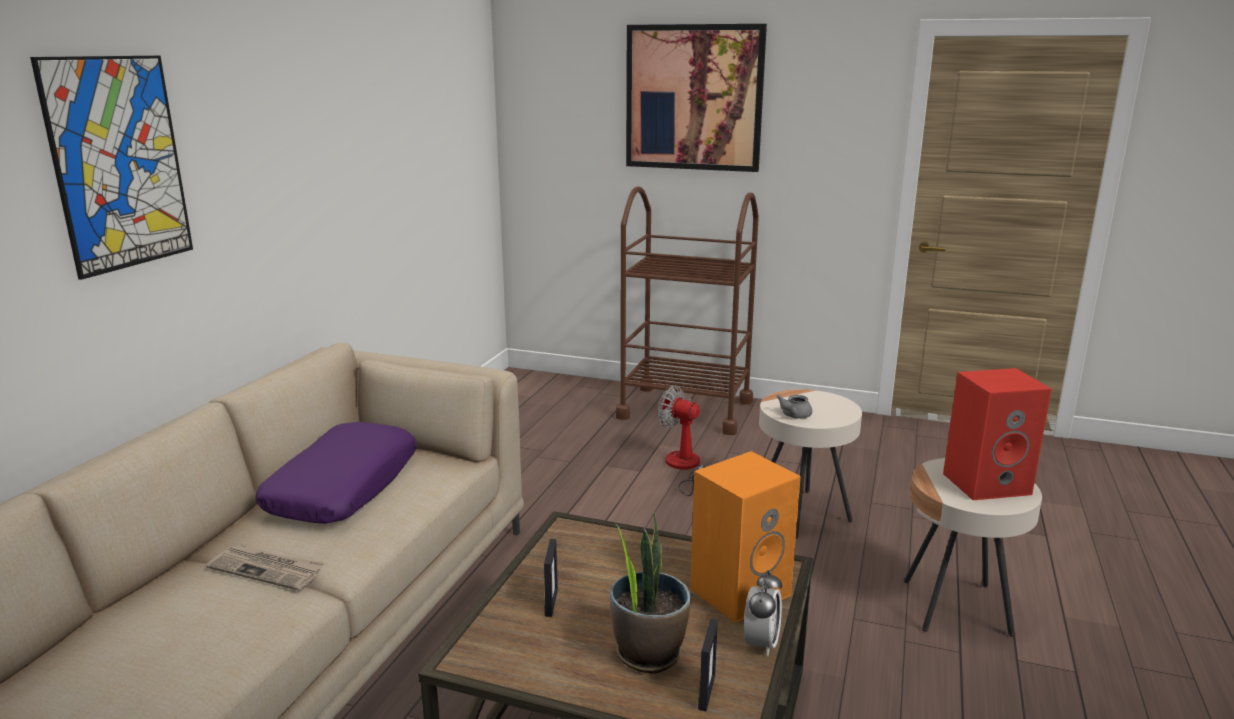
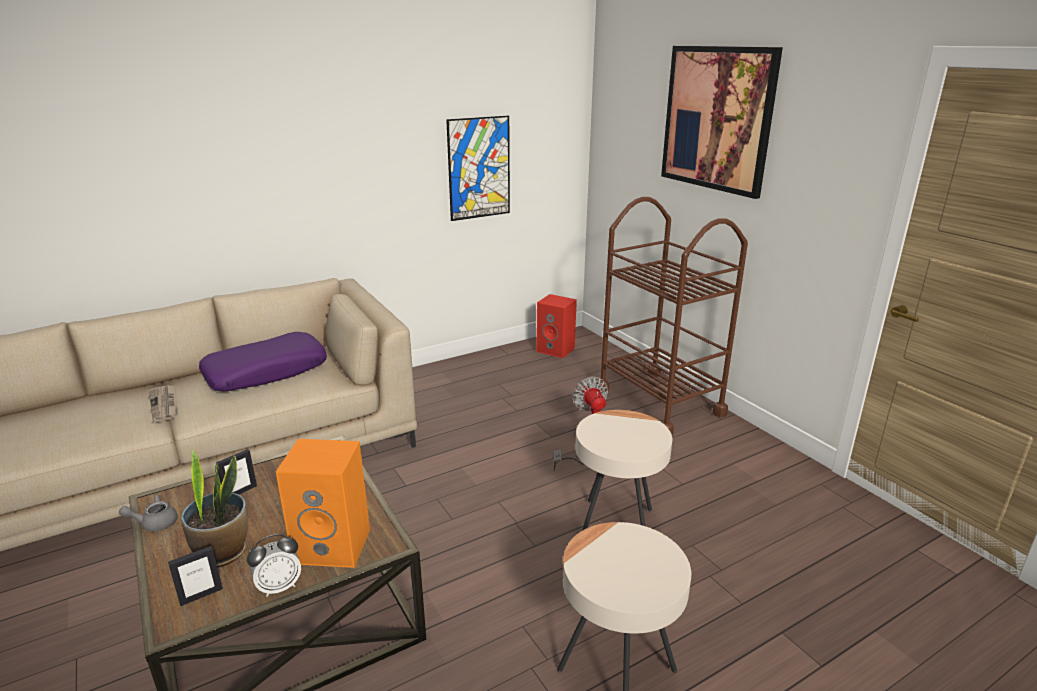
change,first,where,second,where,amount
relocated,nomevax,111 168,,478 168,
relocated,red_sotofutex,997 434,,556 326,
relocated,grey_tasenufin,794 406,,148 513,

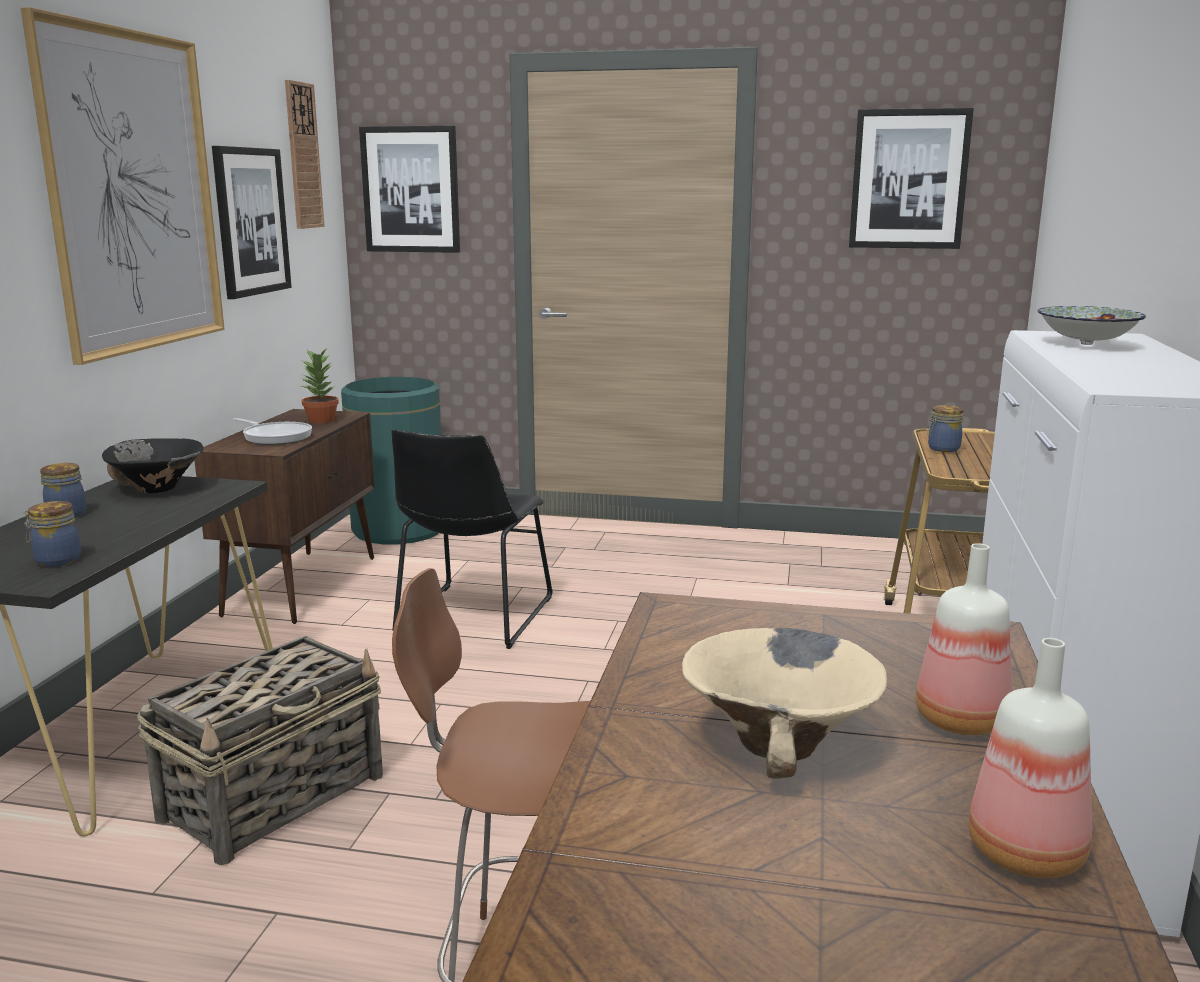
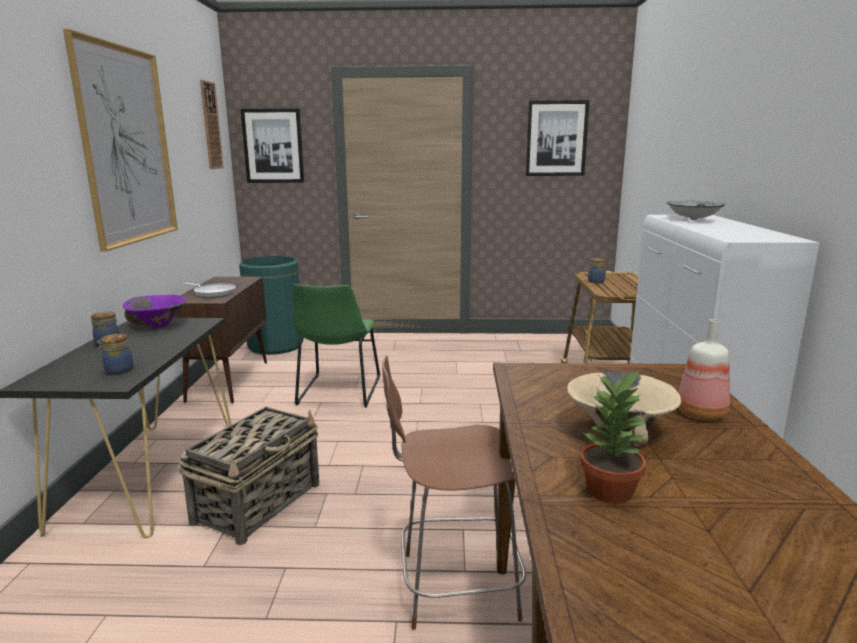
change,first,where,second,where,amount
missing,nomevax,252 222,,,
relocated,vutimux,320 386,,614 437,
colour,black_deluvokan,472 539,green_deluvokan,336 346,
colour,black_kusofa,152 465,purple_kusofa,154 311,
missing,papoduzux,1030 758,,,

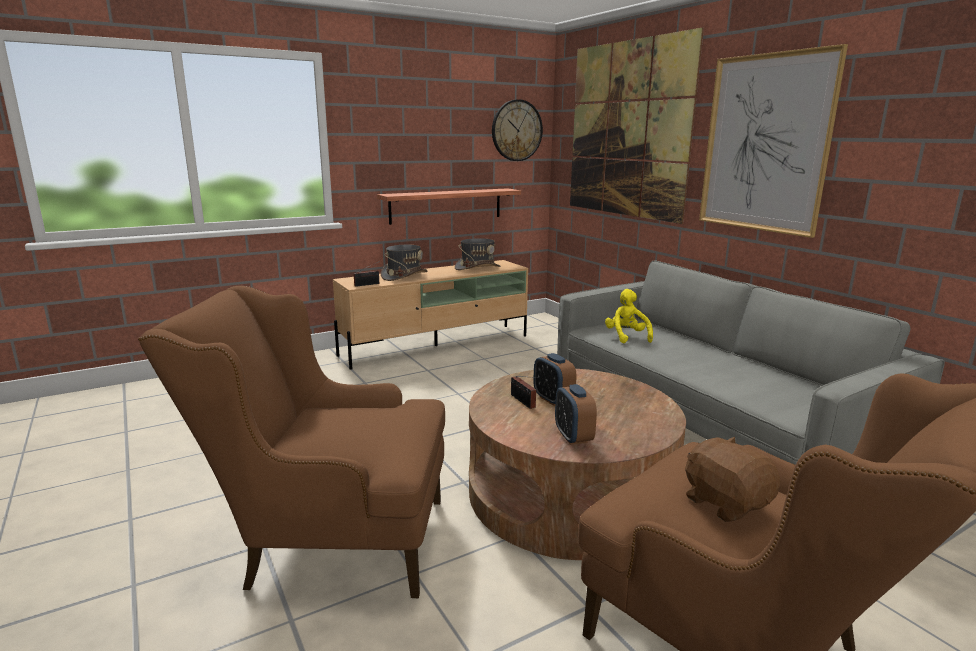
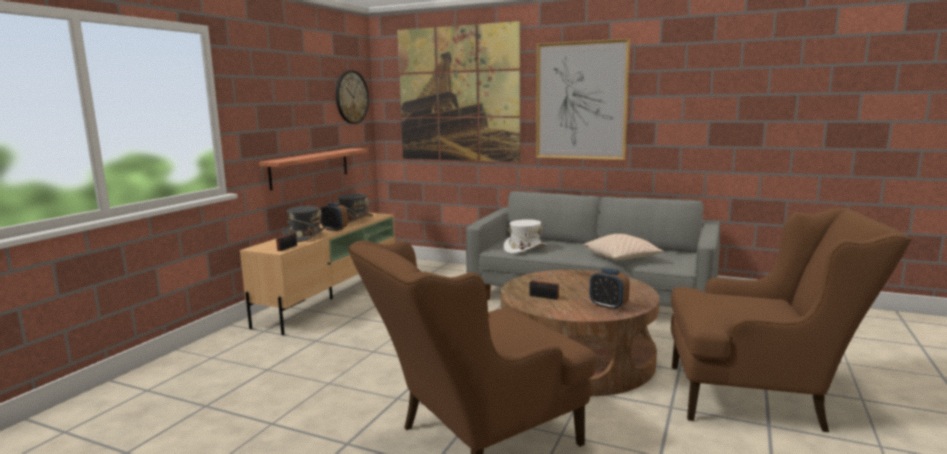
change,first,where,second,where,amount
exchanged,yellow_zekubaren,629 316,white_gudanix,525 236,
relocated,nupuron,555 379,,334 217,
missing,brown_zekubaren,732 479,,,
appeared,,,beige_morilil,623 247,

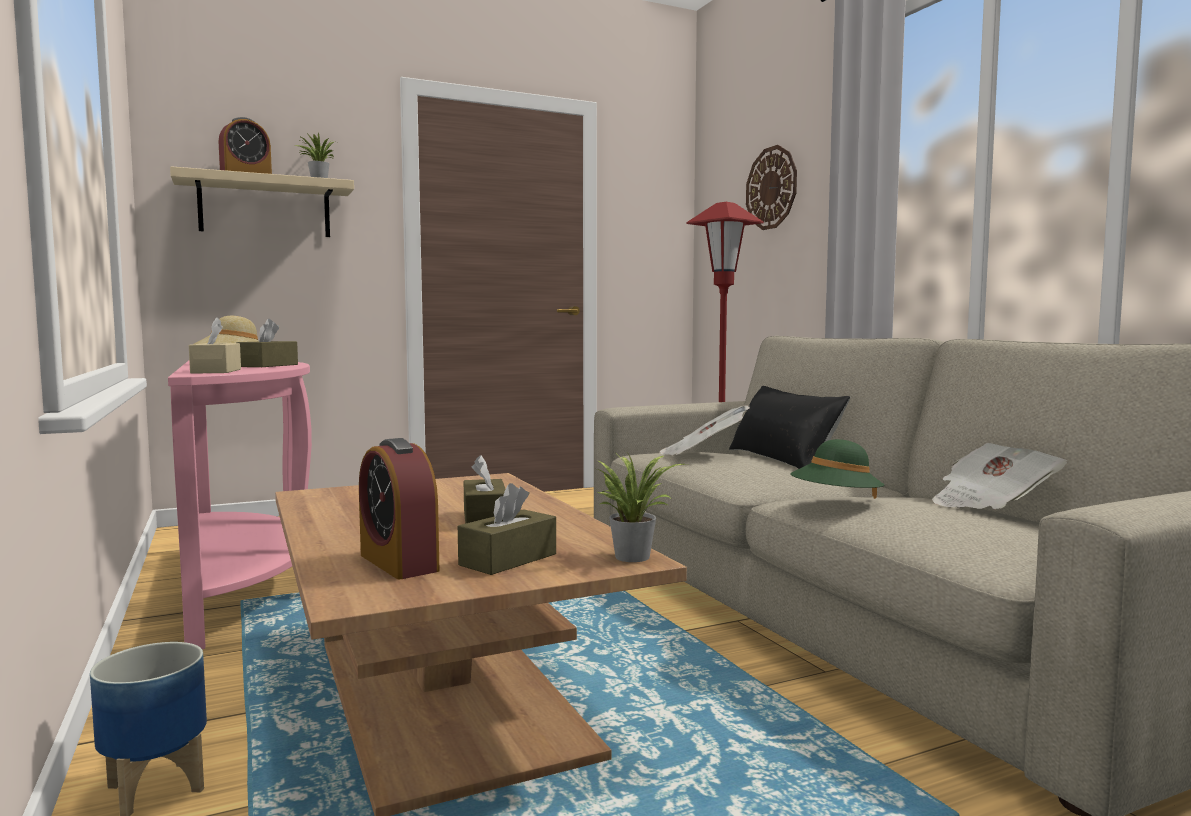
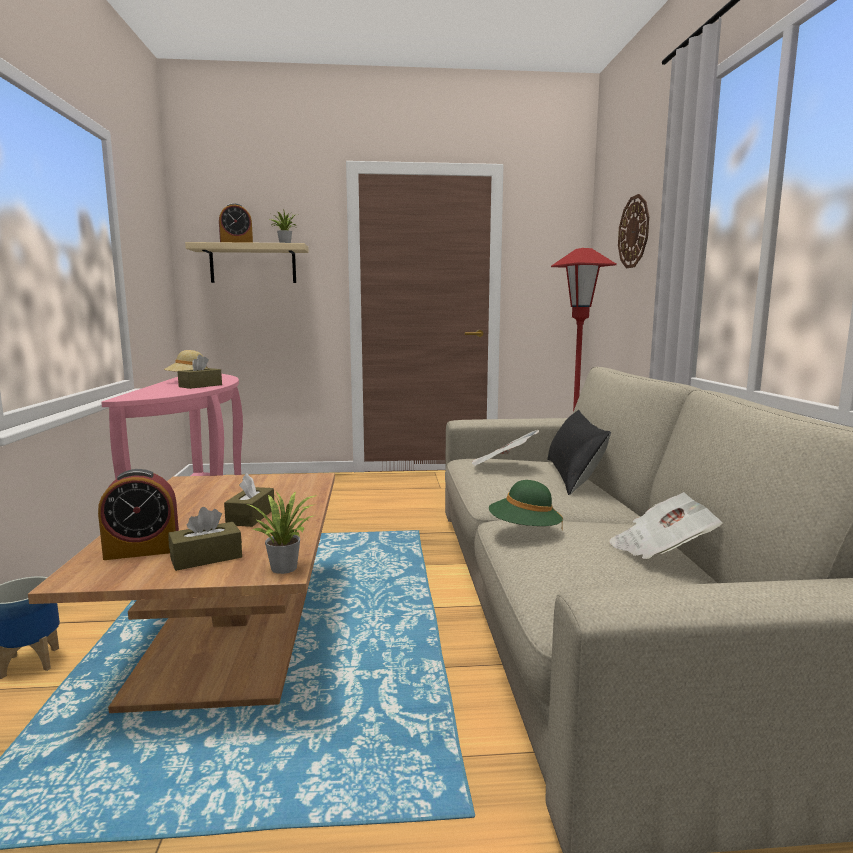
change,first,where,second,where,amount
missing,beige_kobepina,215 345,,,
spun,nupuron,399 508,,138 514,90 degrees counterclockwise

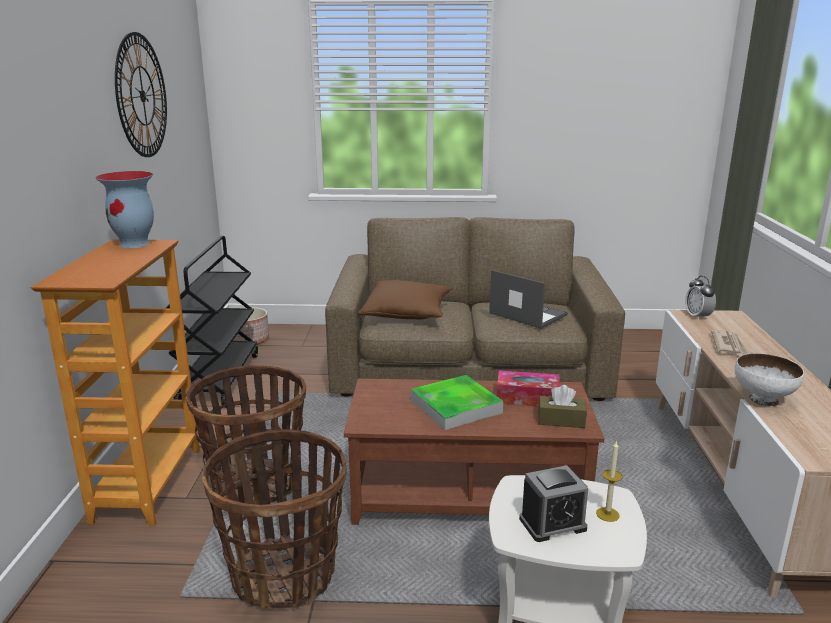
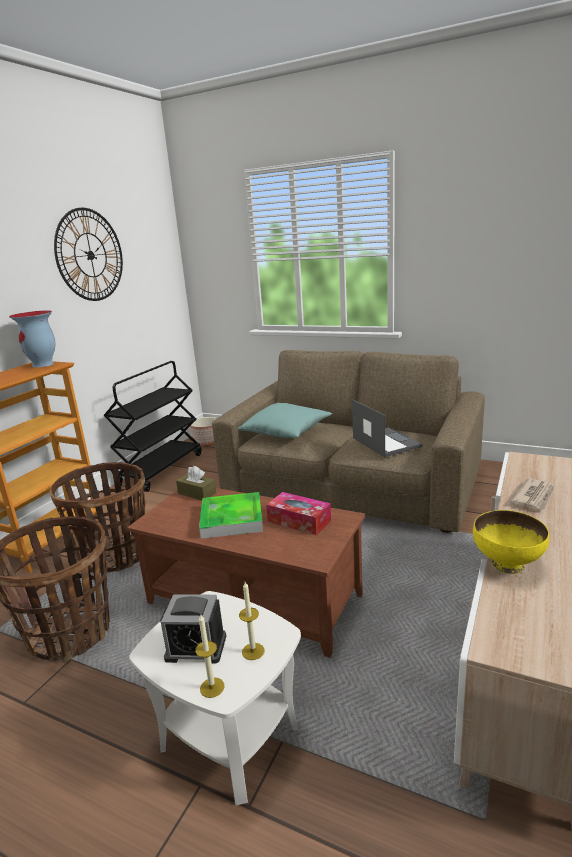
change,first,where,second,where,amount
missing,nupuron,700 298,,,
colour,brown_morilil,405 299,turquoise_morilil,285 420,
colour,white_kusofa,769 379,yellow_kusofa,511 542,
relocated,brown_kobepina,562 406,,196 483,
appeared,,,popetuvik,209 655,

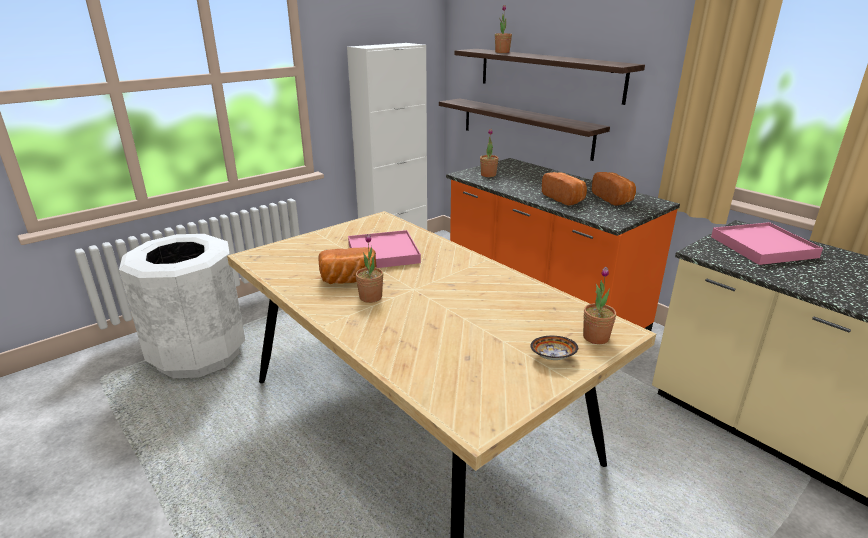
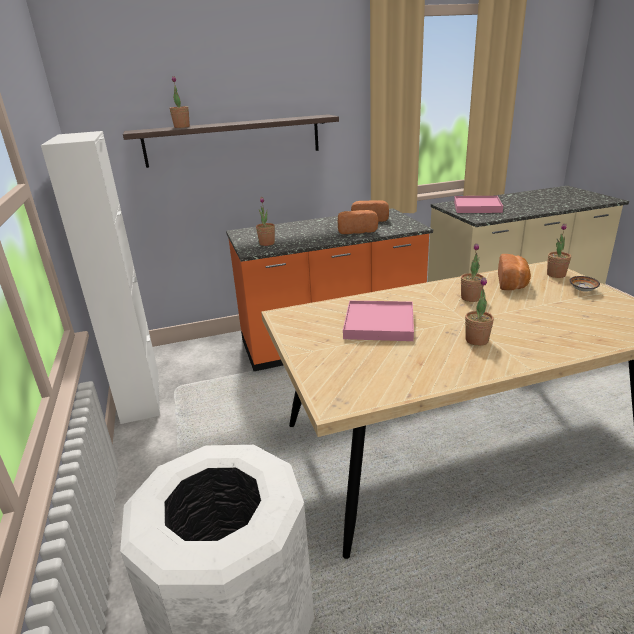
change,first,where,second,where,amount
missing,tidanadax,524 129,,,
relocated,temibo,347 265,,514 272,
appeared,,,vutimux,472 272,

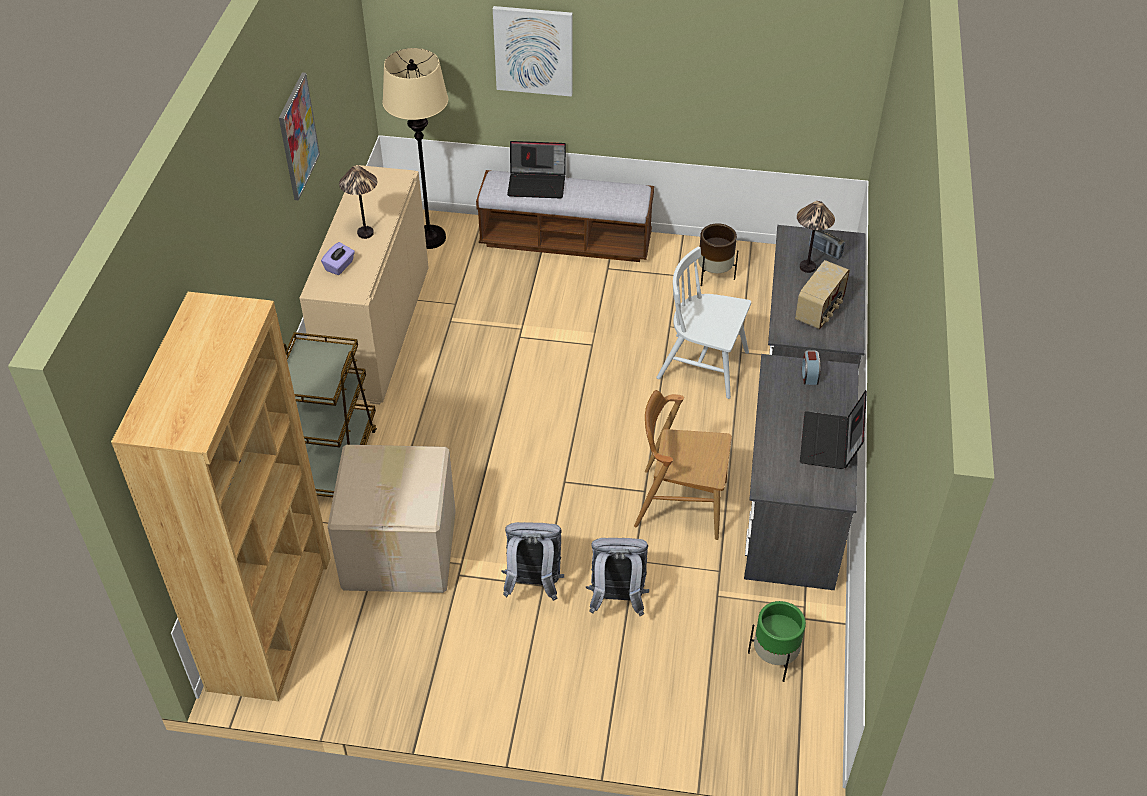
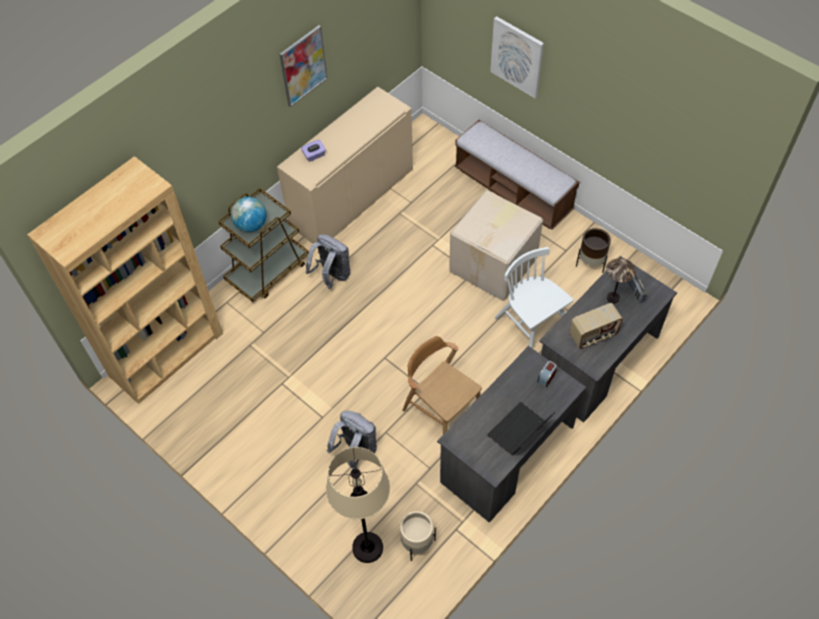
change,first,where,second,where,amount
relocated,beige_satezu,415 148,,358 505,
missing,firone,536 170,,,
missing,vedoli,358 202,,,
relocated,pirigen,392 519,,496 245,
relocated,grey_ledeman,533 561,,327 262,
colour,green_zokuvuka,777 641,beige_zokuvuka,418 536,
appeared,,,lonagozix,249 214,

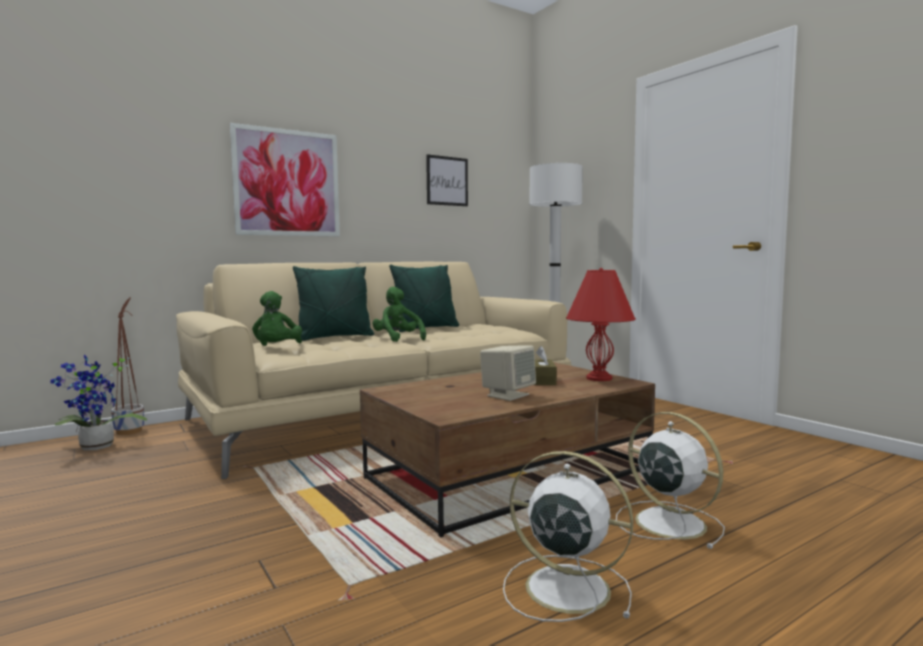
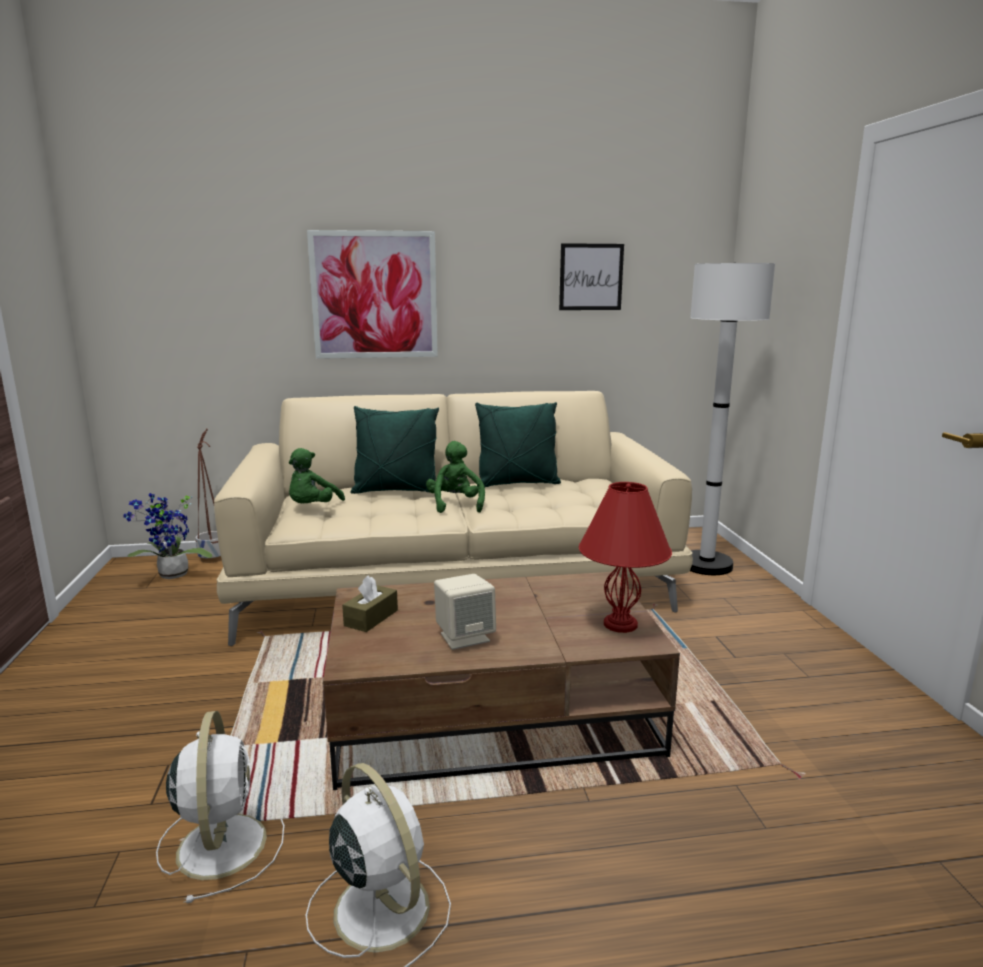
change,first,where,second,where,amount
relocated,brown_kobepina,546 365,,370 604,
relocated,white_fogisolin,670 480,,220 807,

